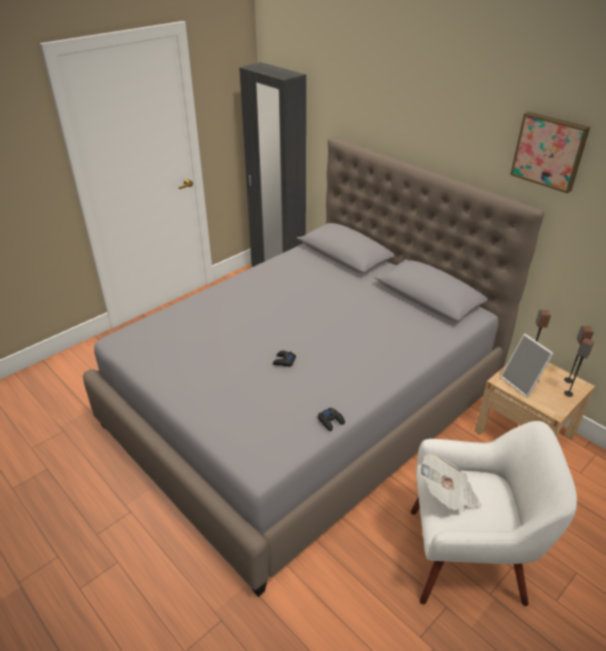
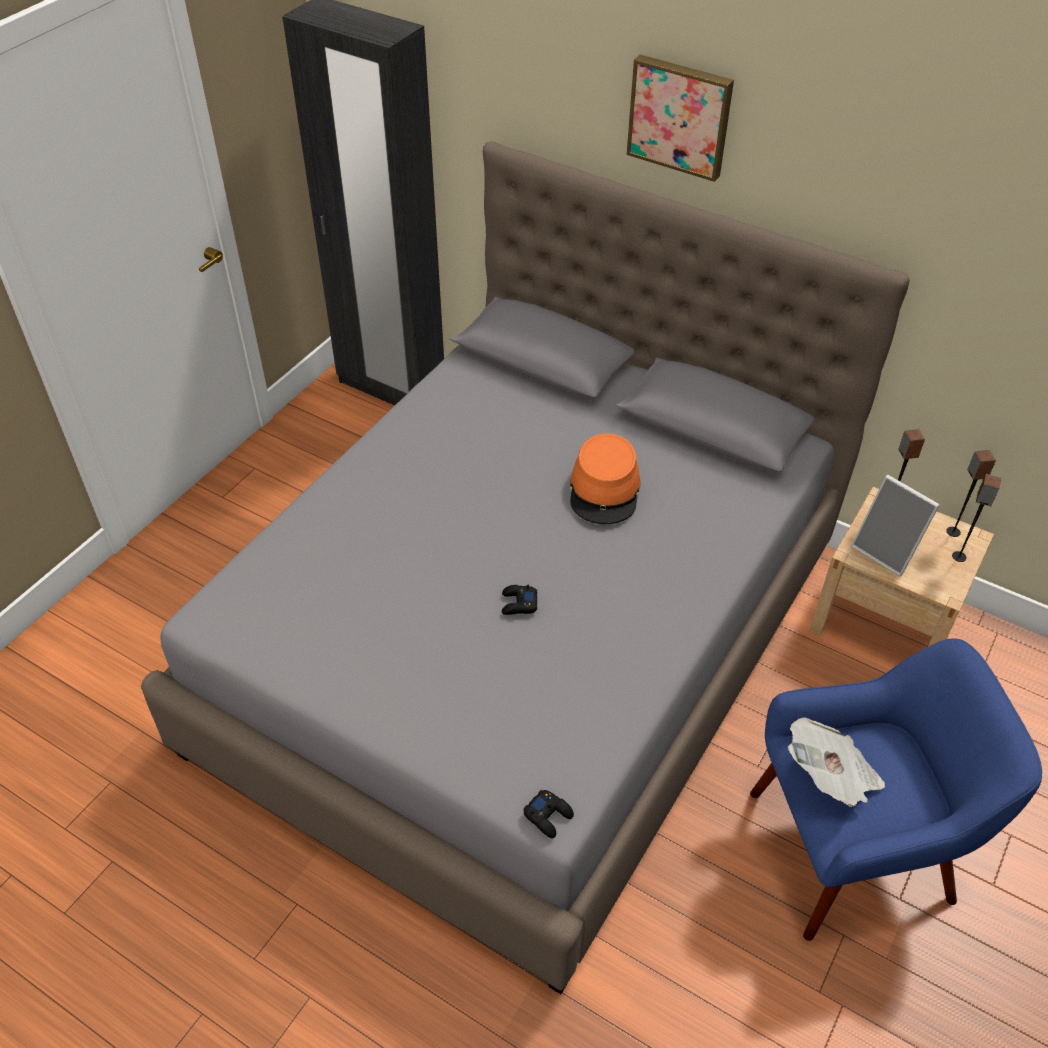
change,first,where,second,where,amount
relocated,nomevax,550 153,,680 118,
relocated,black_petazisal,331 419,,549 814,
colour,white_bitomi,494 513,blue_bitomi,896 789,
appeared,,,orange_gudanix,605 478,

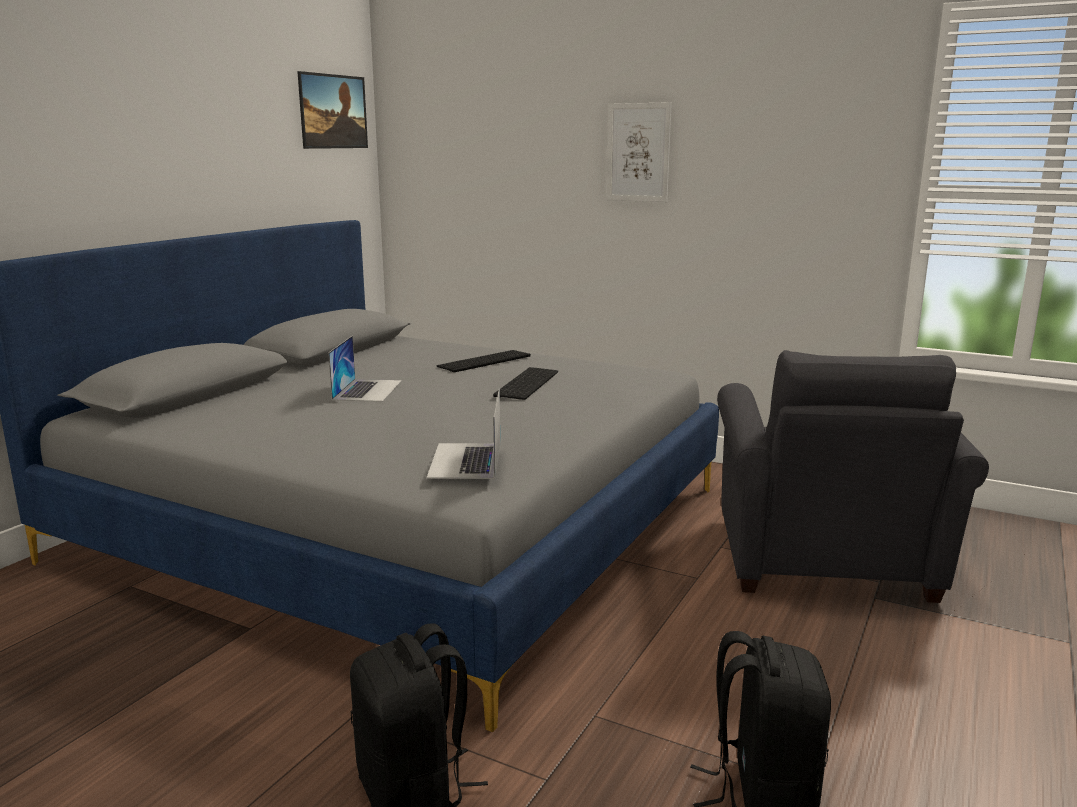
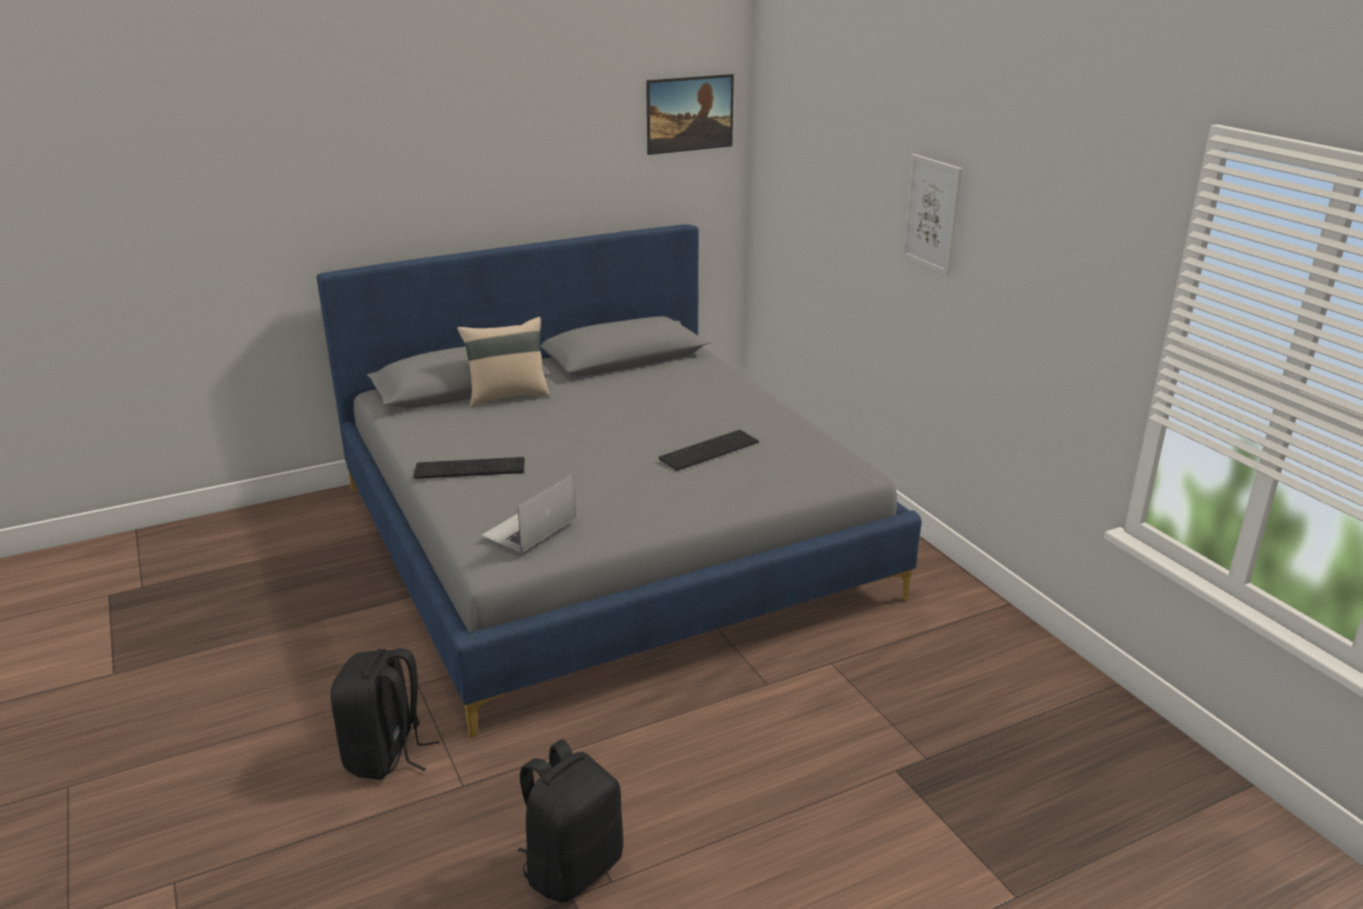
change,first,where,second,where,amount
missing,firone,365 369,,,
relocated,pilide,484 361,,469 468,
missing,grey_bitomi,853 476,,,
appeared,,,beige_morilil,503 362,

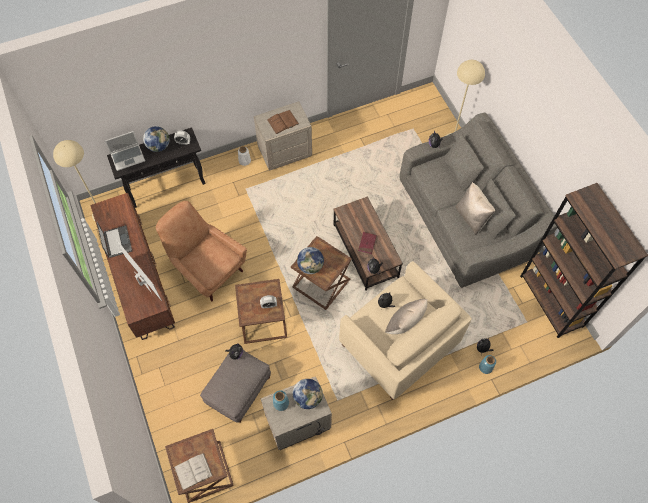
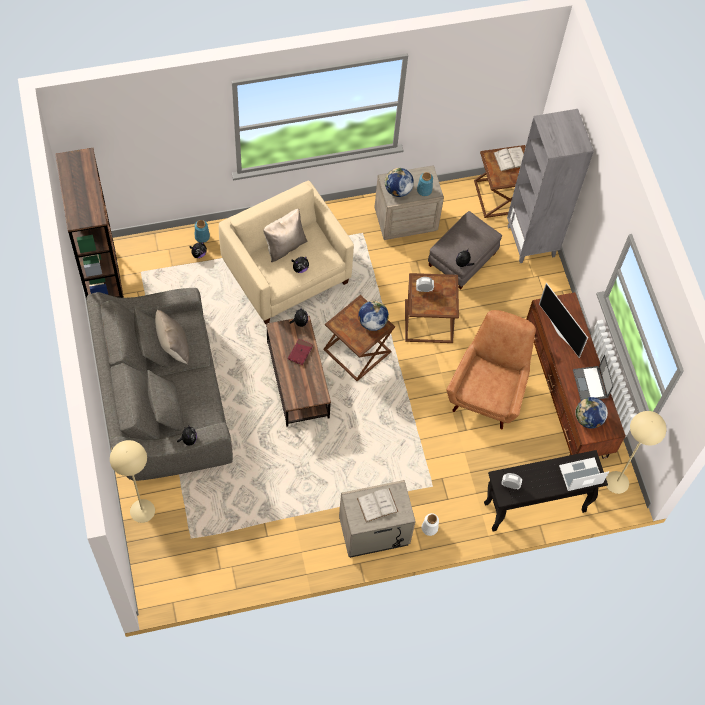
change,first,where,second,where,amount
colour,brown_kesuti,283 122,white_kesuti,377 505,
relocated,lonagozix,156 139,,591 412,
spun,brown_bitomi,201 251,,491 369,120 degrees counterclockwise
appeared,,,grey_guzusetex,550 186,

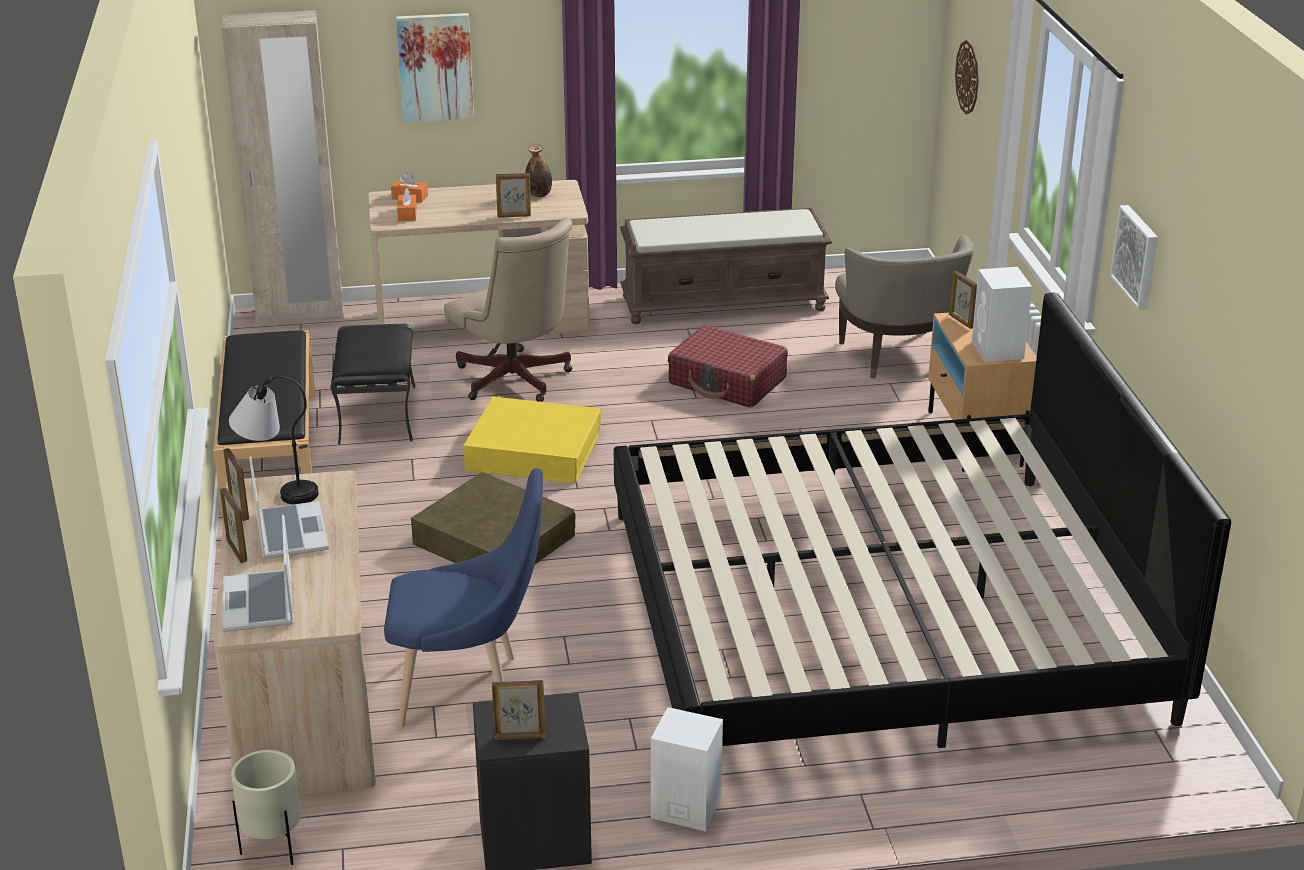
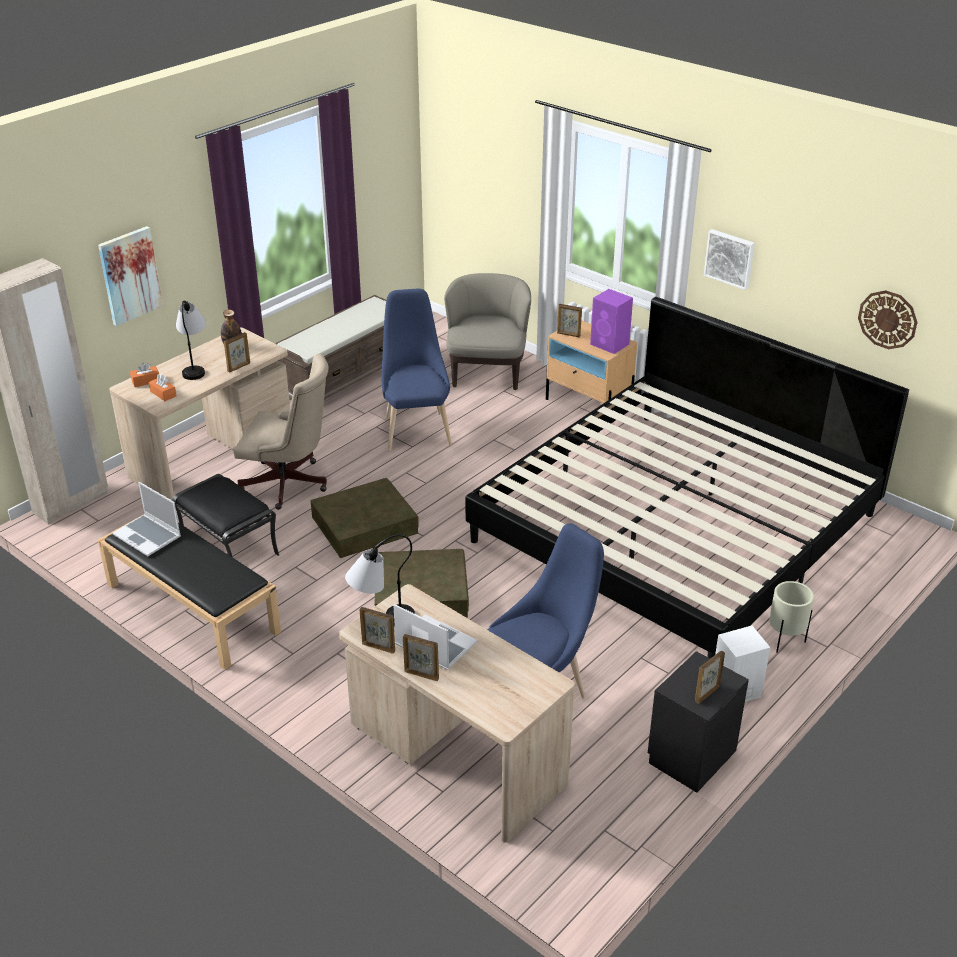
change,first,where,second,where,amount
relocated,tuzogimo,967 77,,888 319,
spun,beige_bitomi,904 306,,487 331,120 degrees counterclockwise
colour,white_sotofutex,1002 314,purple_sotofutex,611 321,
exchanged,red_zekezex,728 366,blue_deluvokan,417 369,
colour,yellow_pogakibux,532 440,brown_pogakibux,364 518,
relocated,firone,258 573,,147 519,
relocated,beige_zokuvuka,266 807,,791 617,
appeared,,,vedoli,191 340,

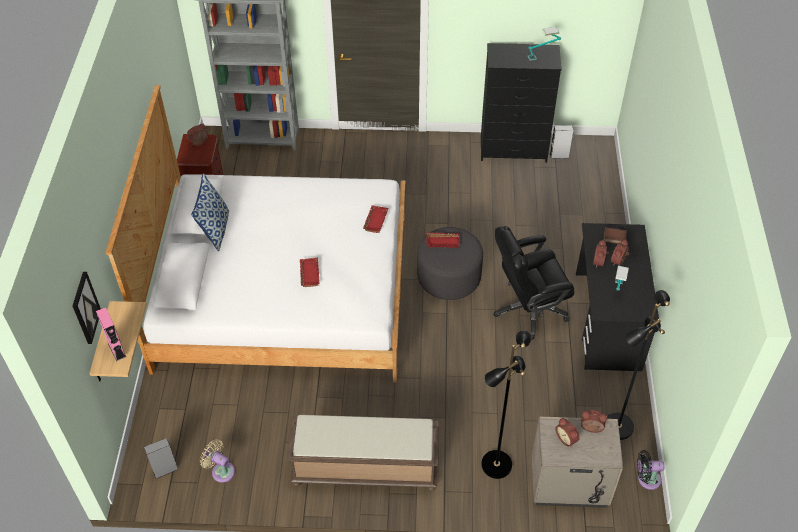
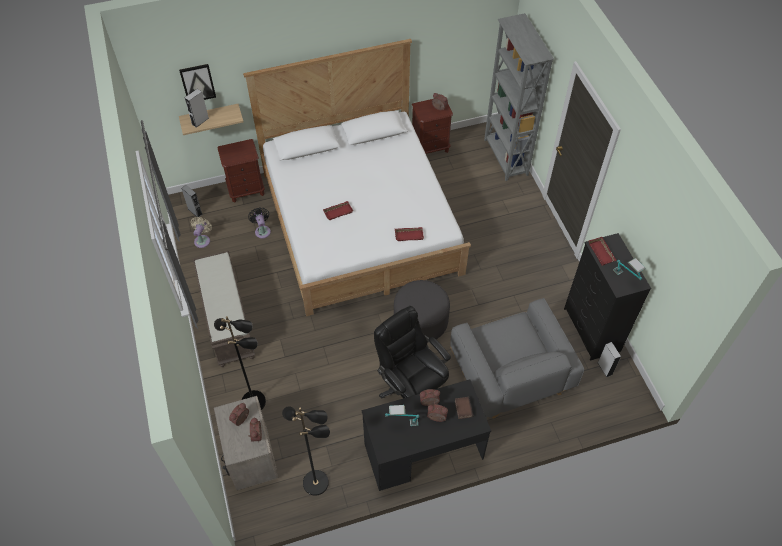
change,first,where,second,where,amount
missing,morilil,210 212,,,
relocated,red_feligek,443 240,,602 251,
colour,pink_sotofutex,111 334,grey_sotofutex,197 108,
relocated,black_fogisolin,651 470,,259 222,
appeared,,,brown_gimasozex,241 170,
appeared,,,grey_bitomi,517 358,

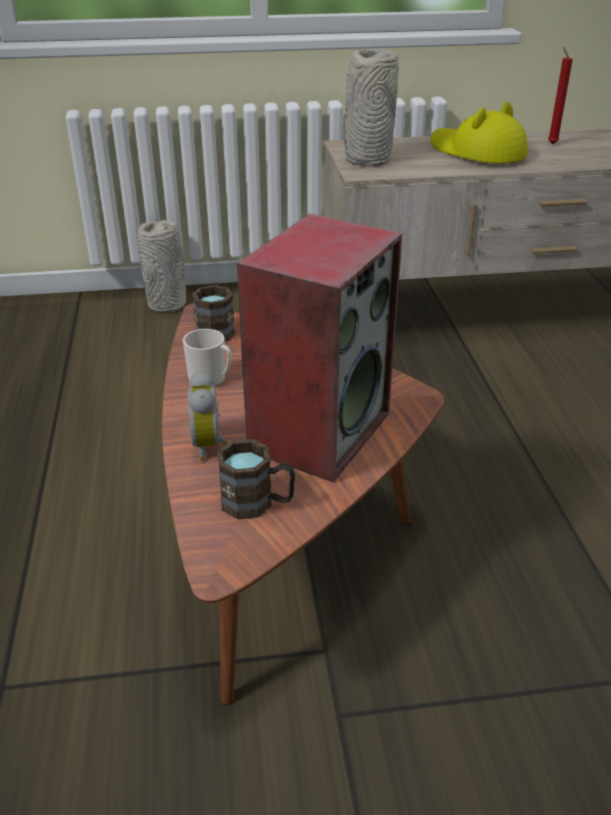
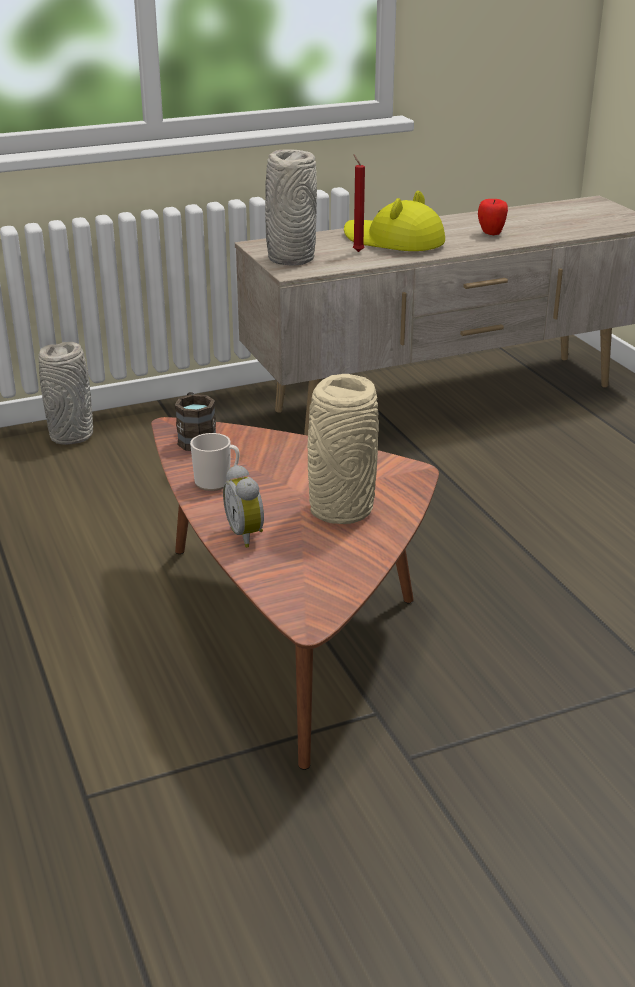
change,first,where,second,where,amount
relocated,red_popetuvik,560 95,,359 203,
exchanged,sotofutex,320 348,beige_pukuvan,343 449,
missing,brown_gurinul,256 479,,,
appeared,,,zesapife,493 217,

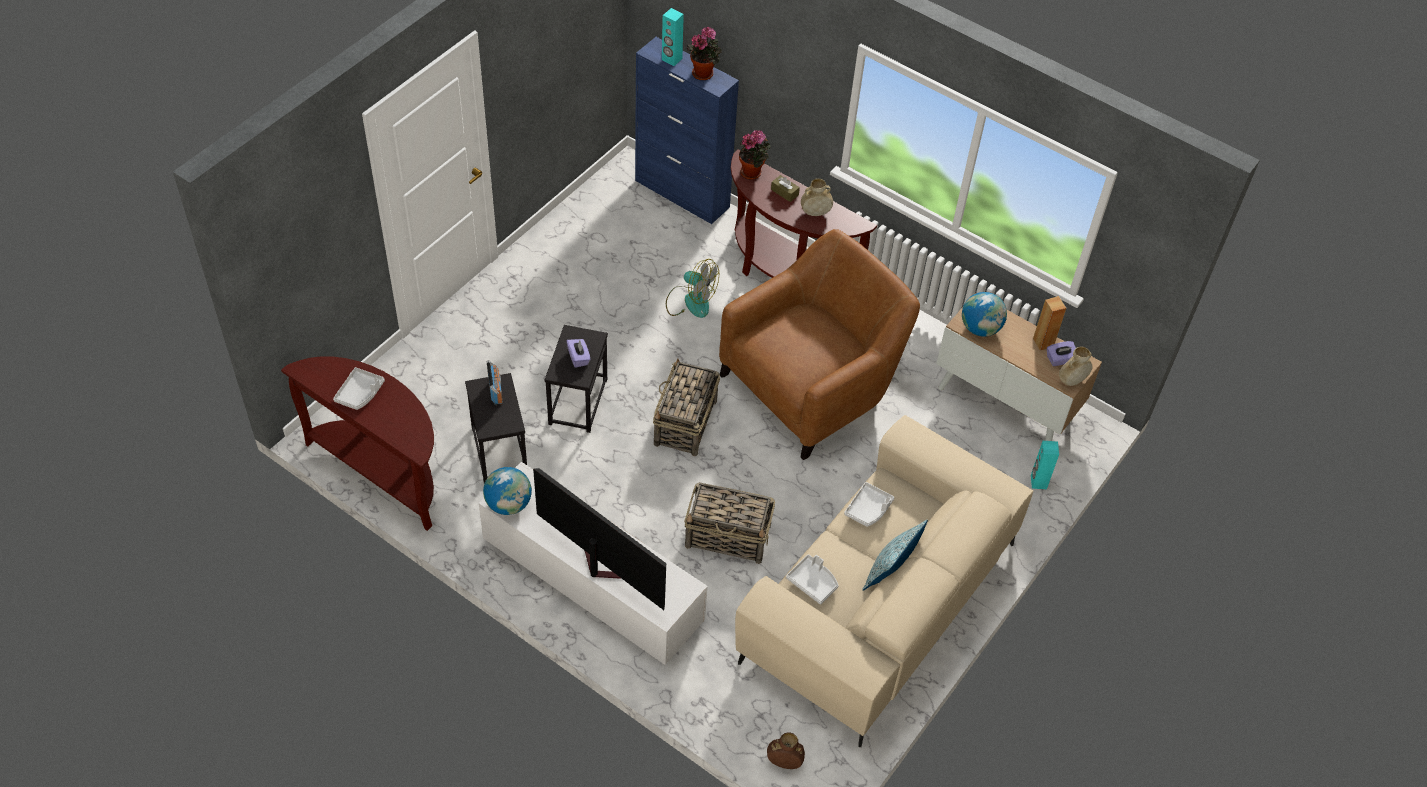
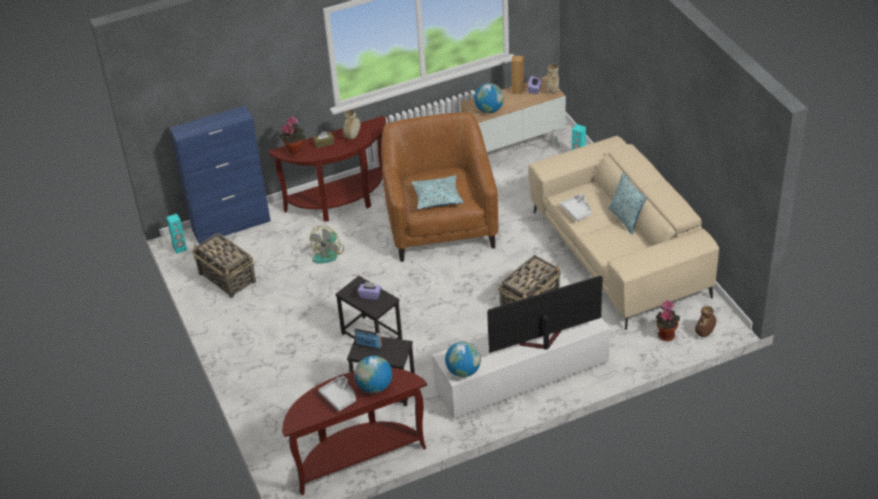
change,first,where,second,where,amount
relocated,turquoise_sotofutex,673 37,,176 234,
relocated,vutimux,704 53,,667 320,
spun,fogisolin,692 288,,327 244,150 degrees clockwise
relocated,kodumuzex,686 407,,224 265,
missing,white_feligek,812 579,,,
appeared,,,morilil,438 192,
appeared,,,lonagozix,373 374,

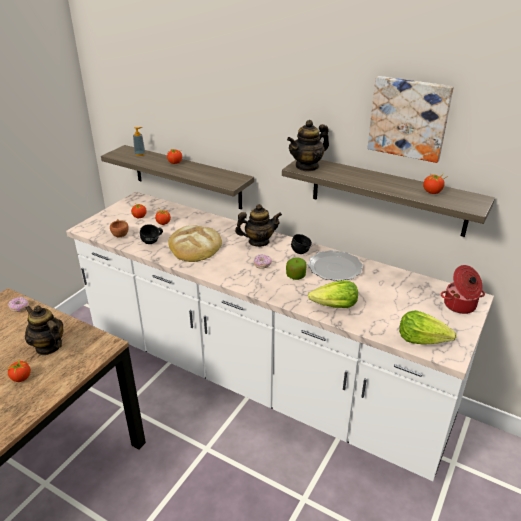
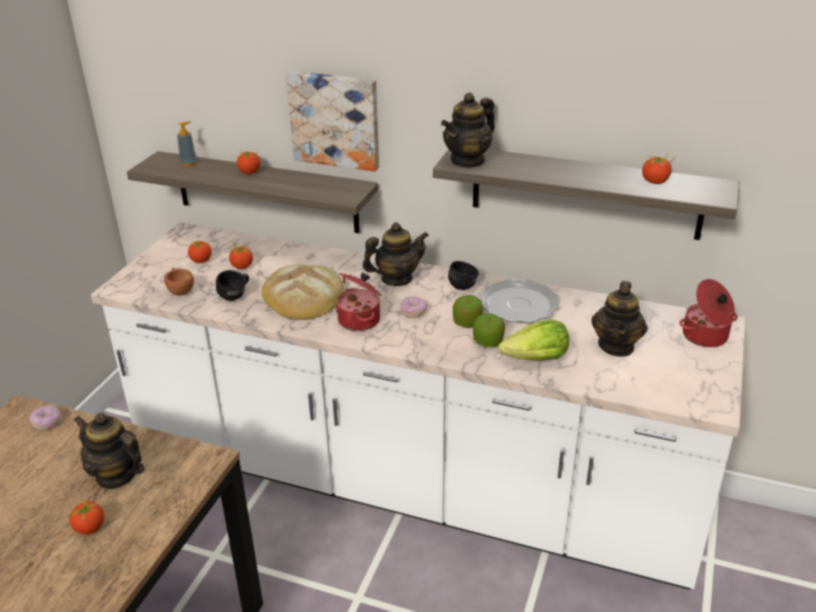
change,first,where,second,where,amount
relocated,nomevax,410 119,,332 121,
missing,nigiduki,427 327,,,
appeared,,,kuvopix,359 302,
appeared,,,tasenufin,619 319,
appeared,,,zesapife,489 330,

